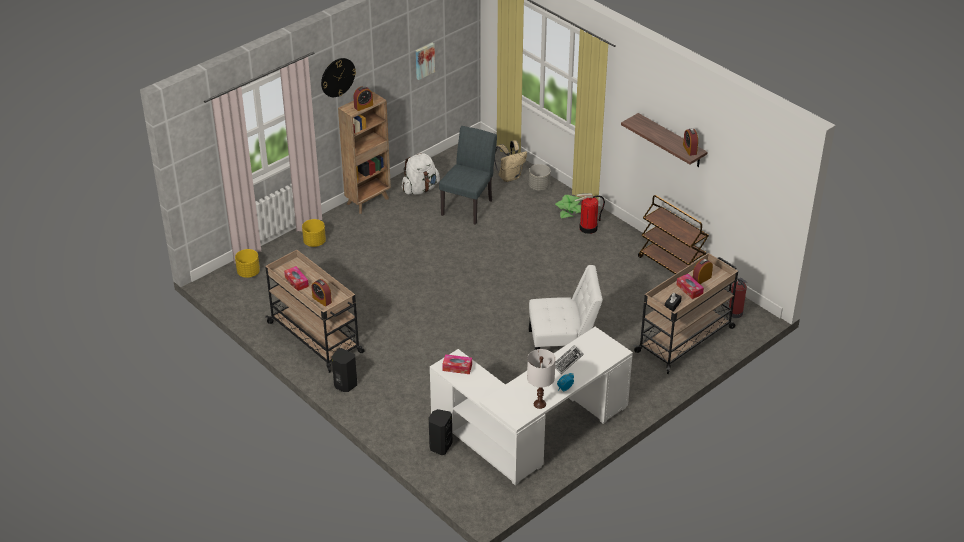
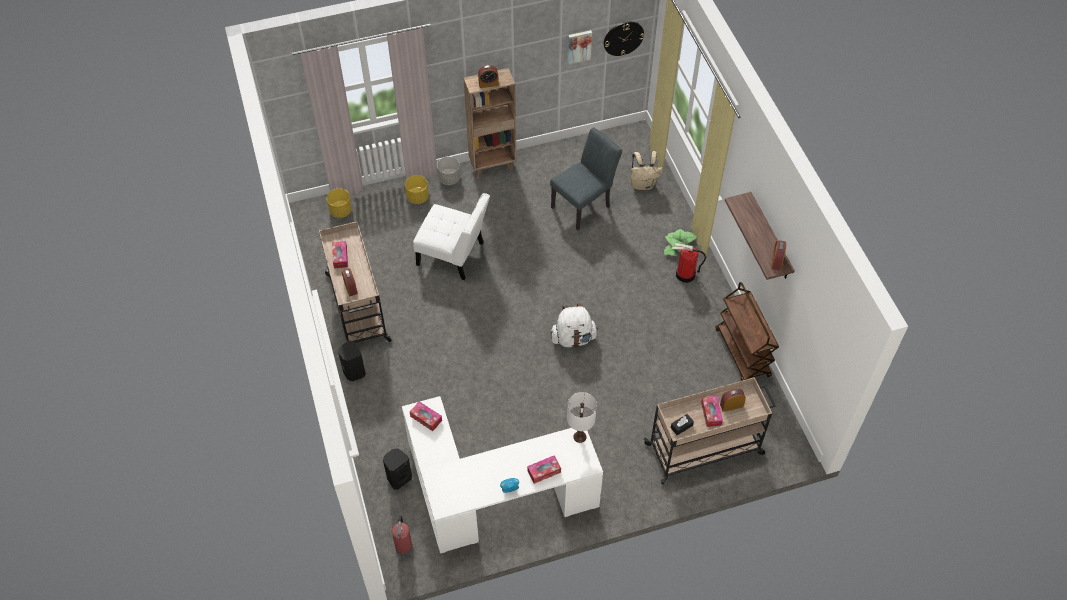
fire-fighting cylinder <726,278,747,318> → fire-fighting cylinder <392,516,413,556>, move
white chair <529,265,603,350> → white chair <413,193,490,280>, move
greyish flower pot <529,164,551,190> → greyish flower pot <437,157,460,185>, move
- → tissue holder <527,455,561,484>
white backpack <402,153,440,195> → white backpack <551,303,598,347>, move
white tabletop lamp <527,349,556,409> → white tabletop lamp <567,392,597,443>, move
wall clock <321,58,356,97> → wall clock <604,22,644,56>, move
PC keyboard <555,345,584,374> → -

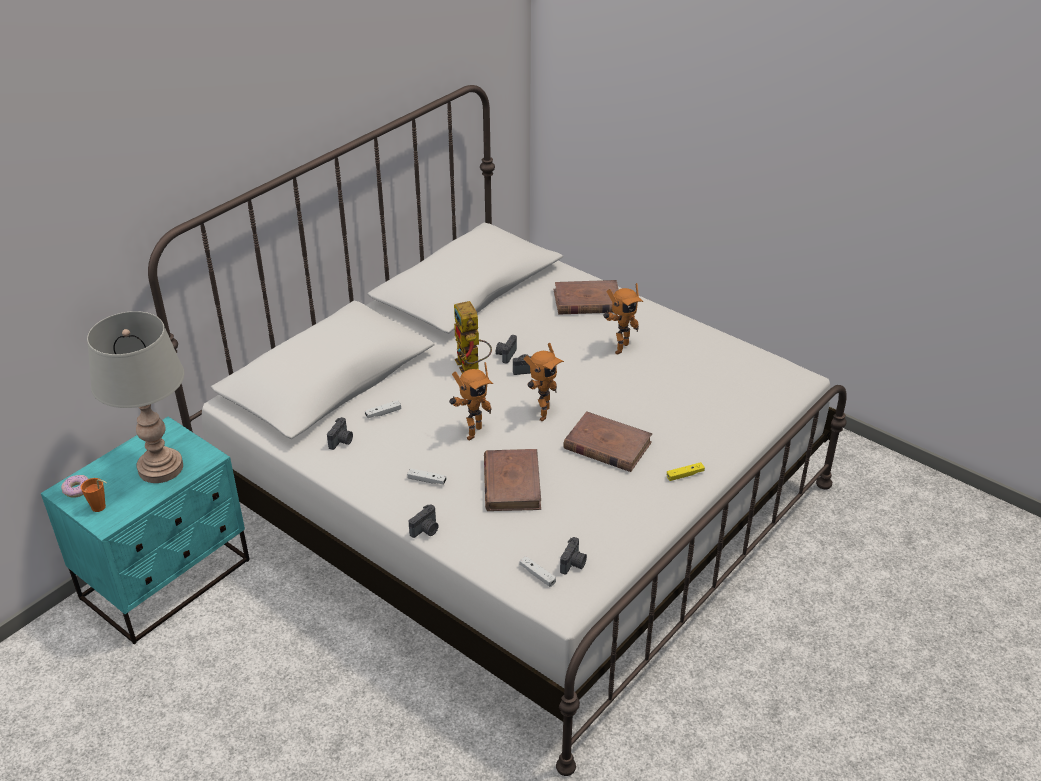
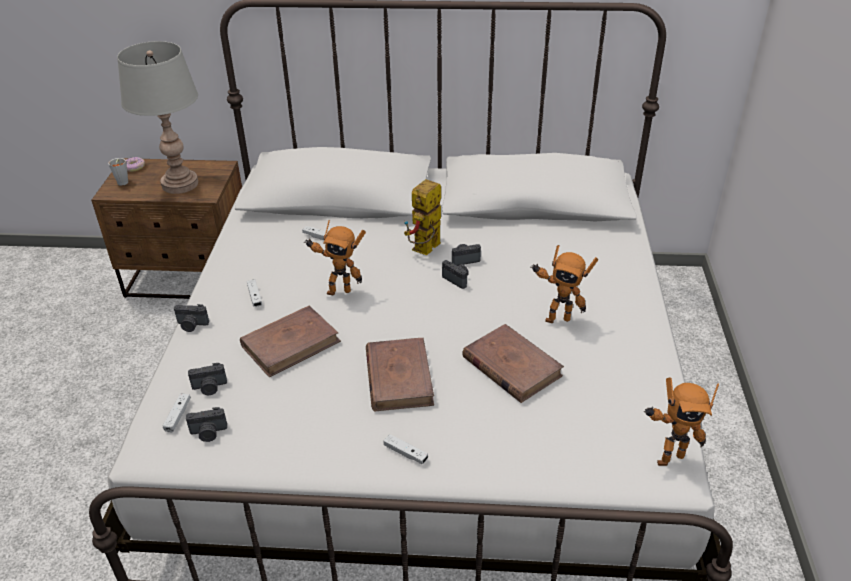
turquoise-coloured night table <41,416,249,644> → brown night table <91,158,242,299>
orange drinking cup <81,478,107,512> → greyish drinking cup <108,158,128,186>
still camera <327,417,353,450> → still camera <188,363,227,395>, move
yellowish game controller <667,462,705,481> → white game controller <384,434,428,464>
brown volume <553,280,619,315> → brown volume <462,324,564,403>, move
model robot <524,343,564,422> → model robot <644,377,719,466>, move

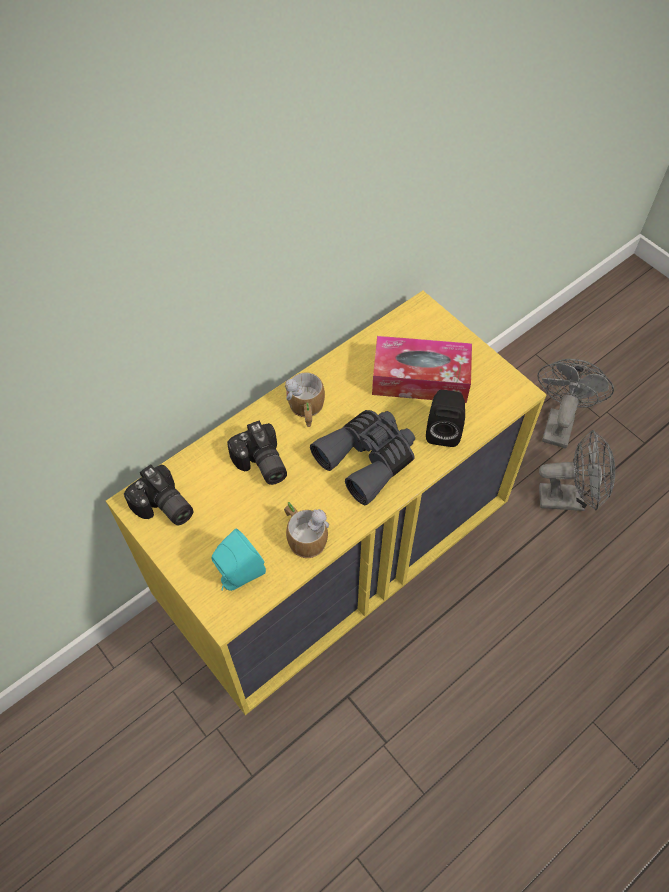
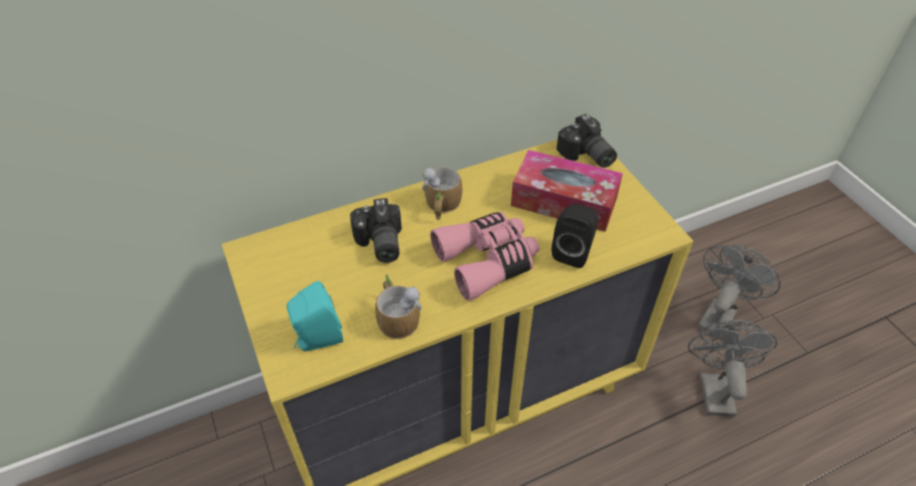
greyish field glasses <310,410,415,505> → pink-coloured field glasses <430,212,540,301>
still camera <124,464,194,525> → still camera <556,114,617,168>, move
greyish fan <539,430,615,511> → greyish fan <688,320,777,417>, 105 degrees counterclockwise

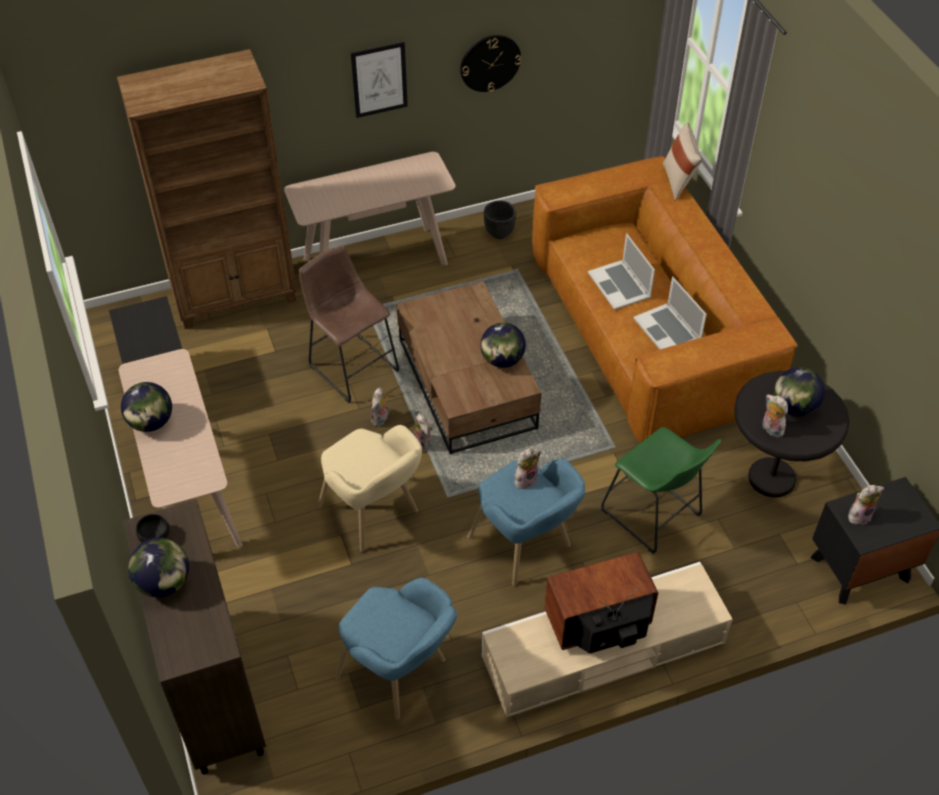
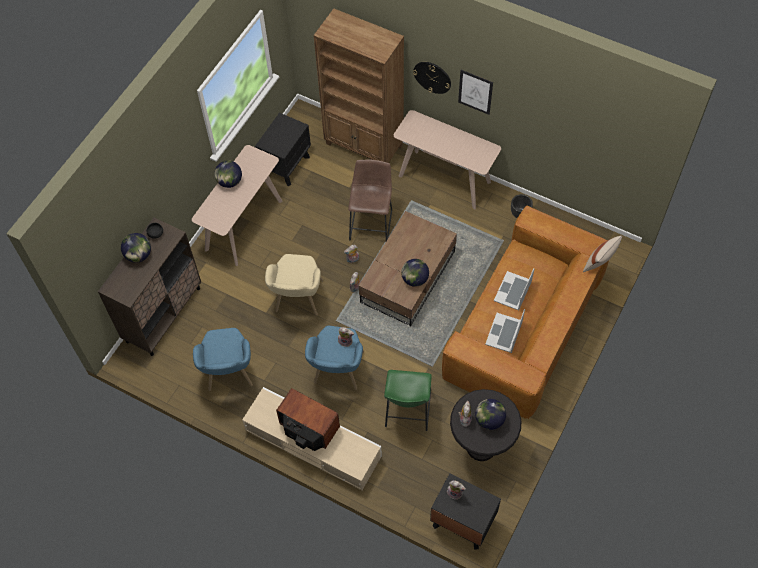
wall clock <460,35,521,92> → wall clock <413,62,451,94>, move

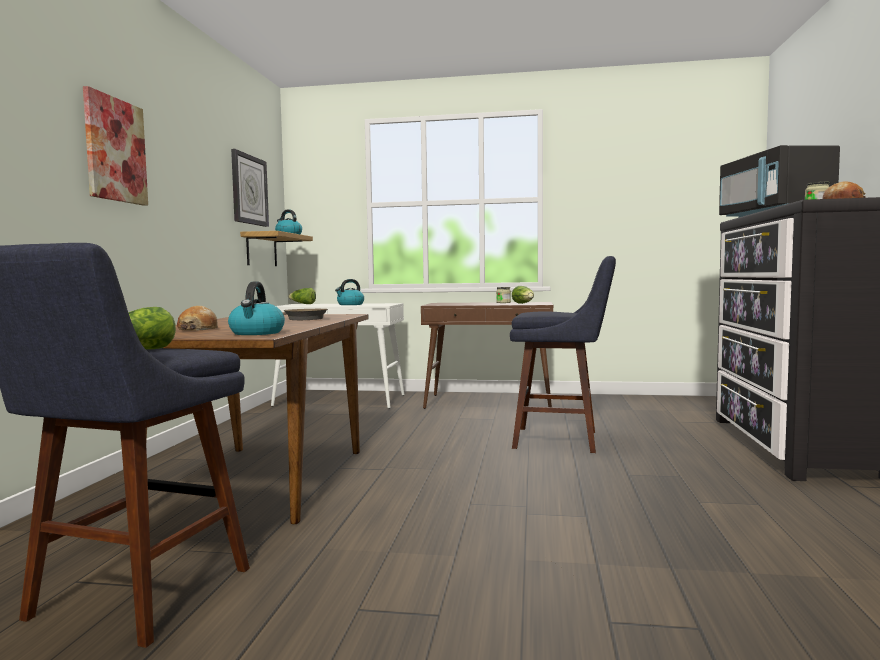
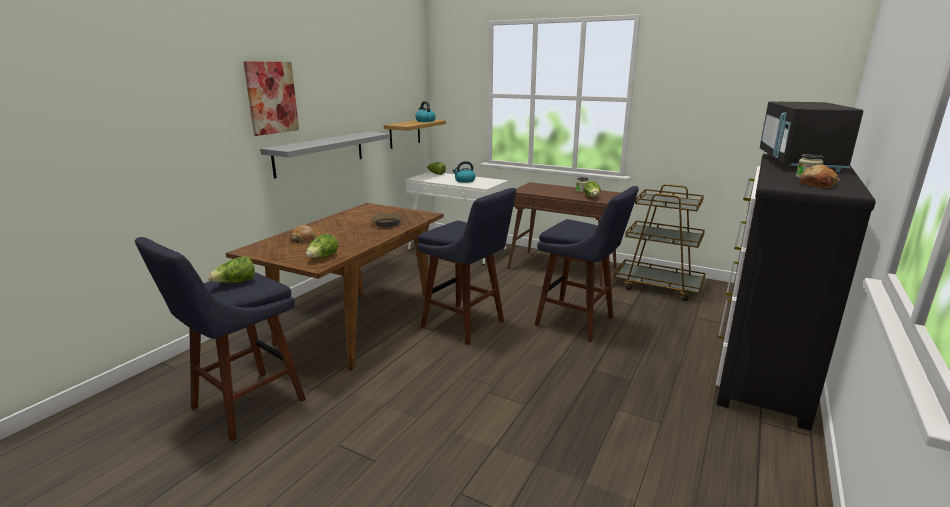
- → greyish bracket shelf <260,132,390,178>
water kettle <228,281,285,335> → head of lettuce <306,233,338,258>
- → blue sitting stool <417,188,516,345>
- → brown cart <614,184,706,301>
wall clock <231,149,269,227> → -

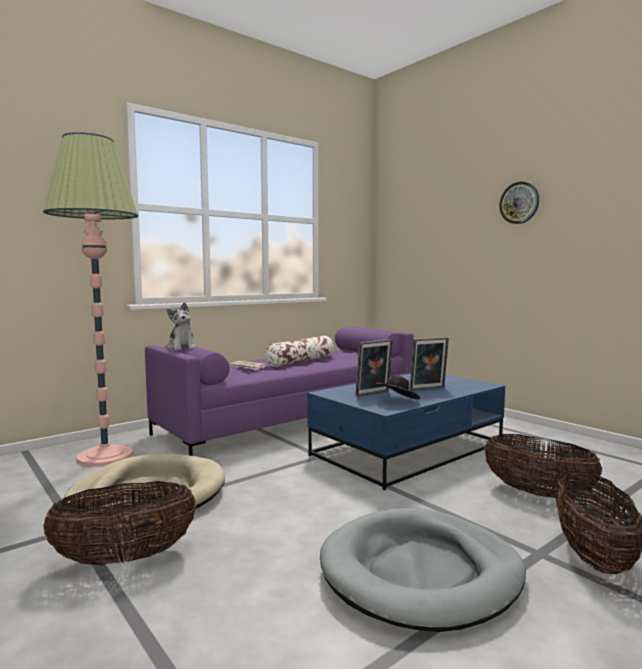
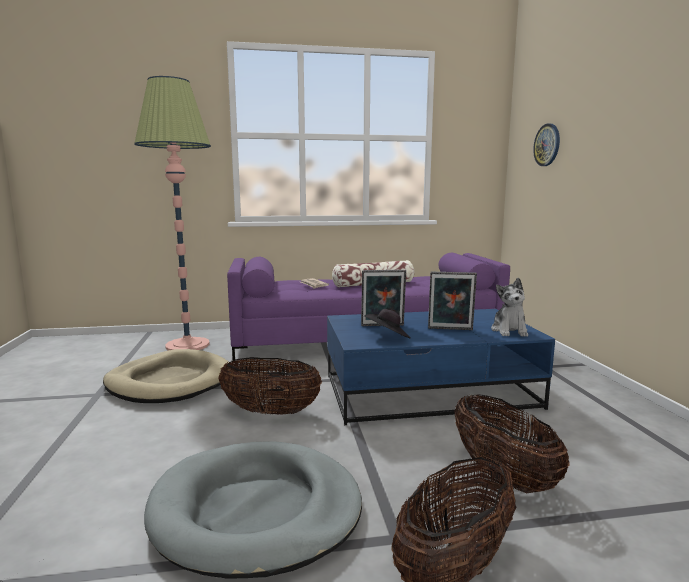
household basket <43,481,196,565> → household basket <218,357,322,415>, move
soft toy <167,302,197,350> → soft toy <491,278,528,337>, move
wall clock <499,182,539,224> → wall clock <533,123,560,166>, move

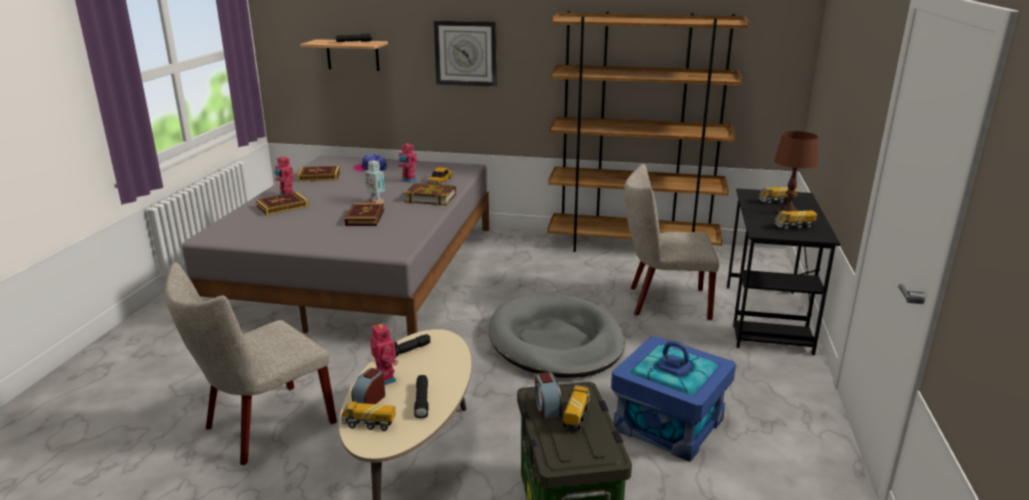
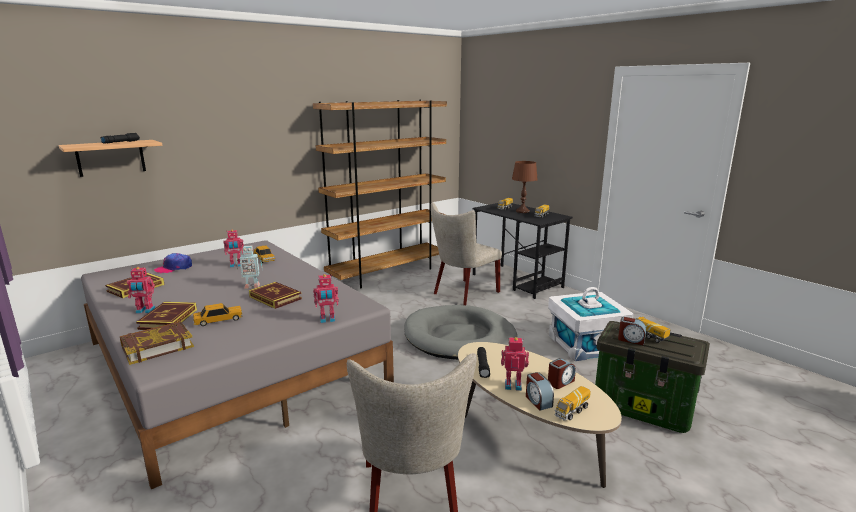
volume <403,183,456,205> → volume <120,321,194,365>, move
- → toy car <193,303,242,326>
- → model robot <313,274,339,323>
blue storage box <611,336,736,462> → white storage box <548,287,634,361>
black hand torch <414,375,428,418> → alarm clock <548,358,576,389>
wall clock <434,20,497,87> → -

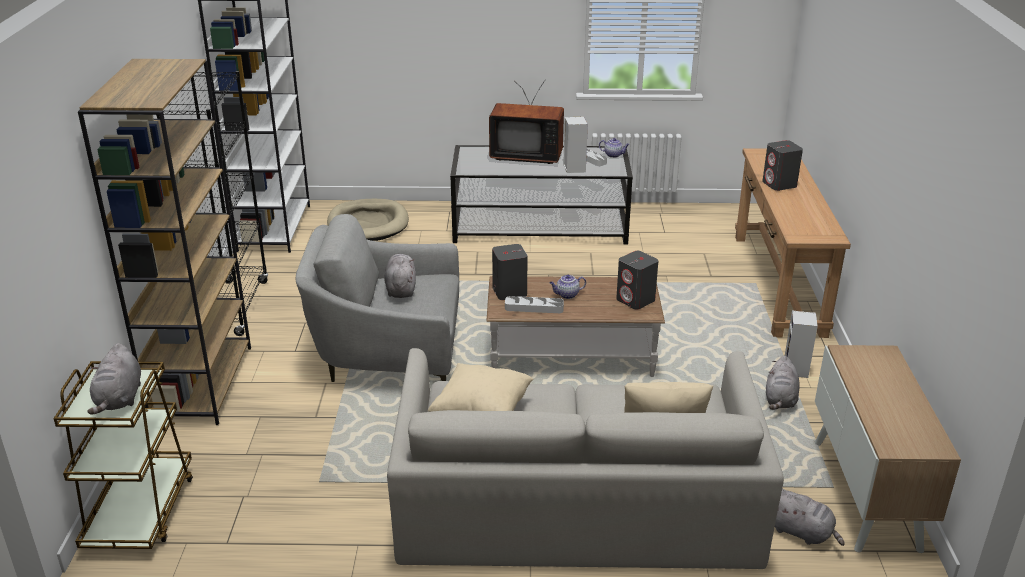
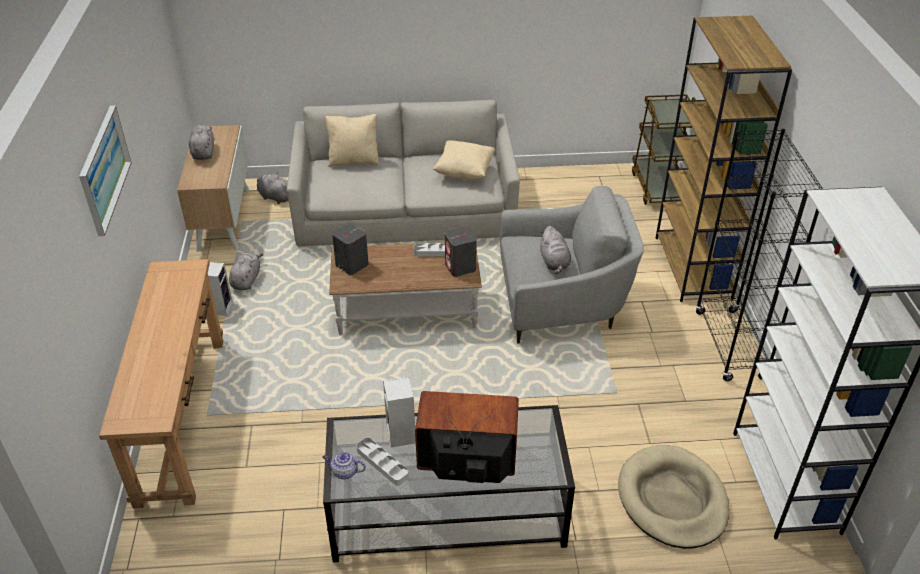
- → wall picture <79,106,131,236>
greyish soft toy <87,343,141,415> → greyish soft toy <189,125,214,160>, move
teapot <550,275,586,299> → -
greyish speaker <762,140,803,191> → -

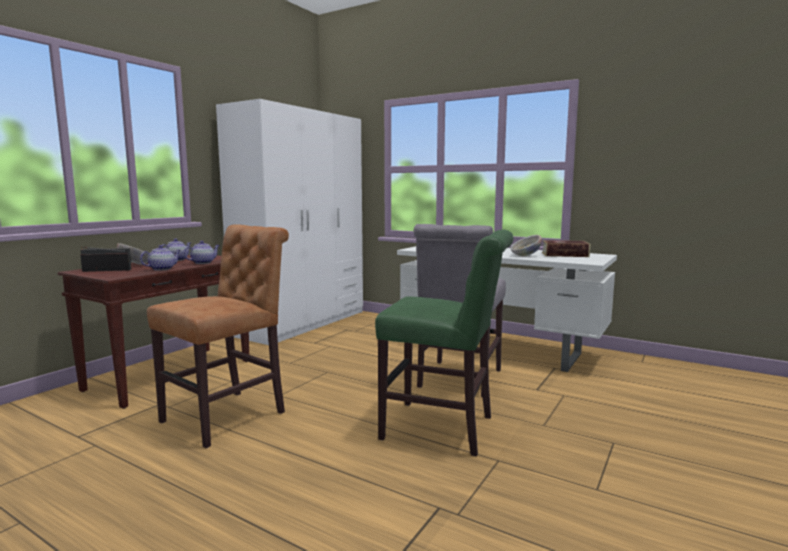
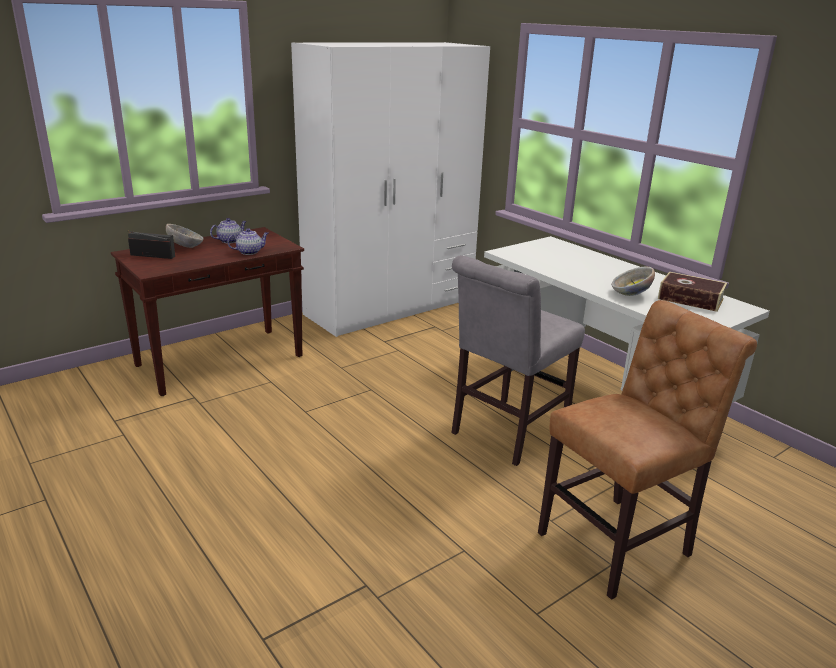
brown chair <147,224,289,448> → brown chair <538,300,757,600>, move
teapot <140,245,180,271> → -
green chair <375,230,513,456> → -

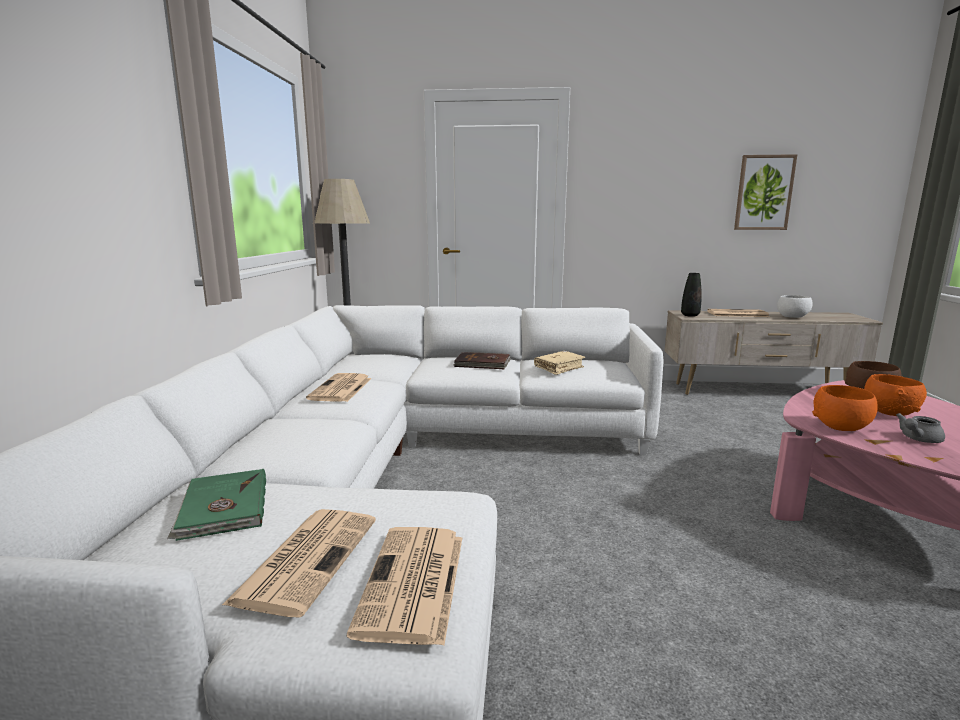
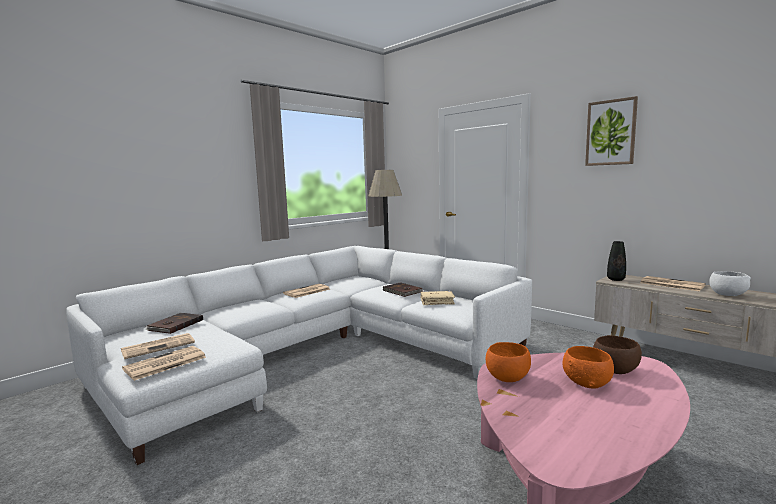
green volume <167,469,266,541> → brown volume <145,313,203,334>
wall picture <734,154,797,230> → wall picture <585,96,638,166>, move
greyish teapot <896,413,945,443> → -

